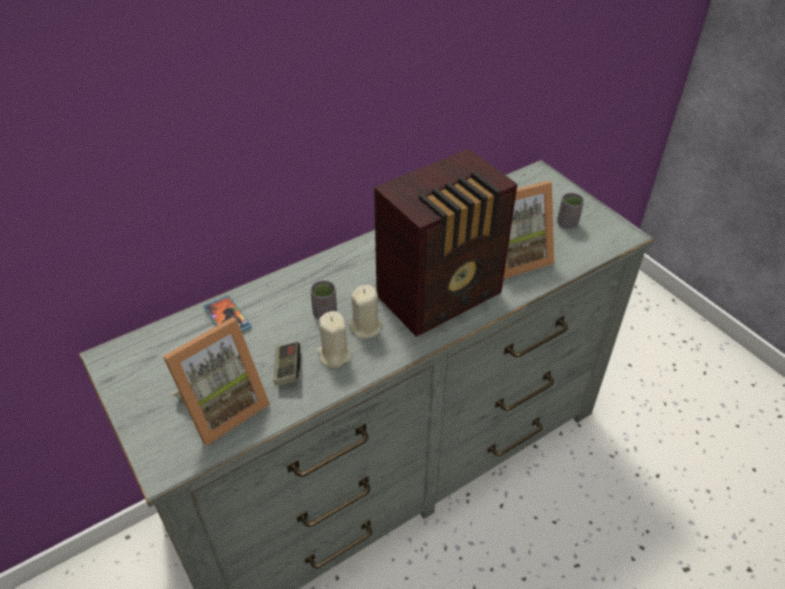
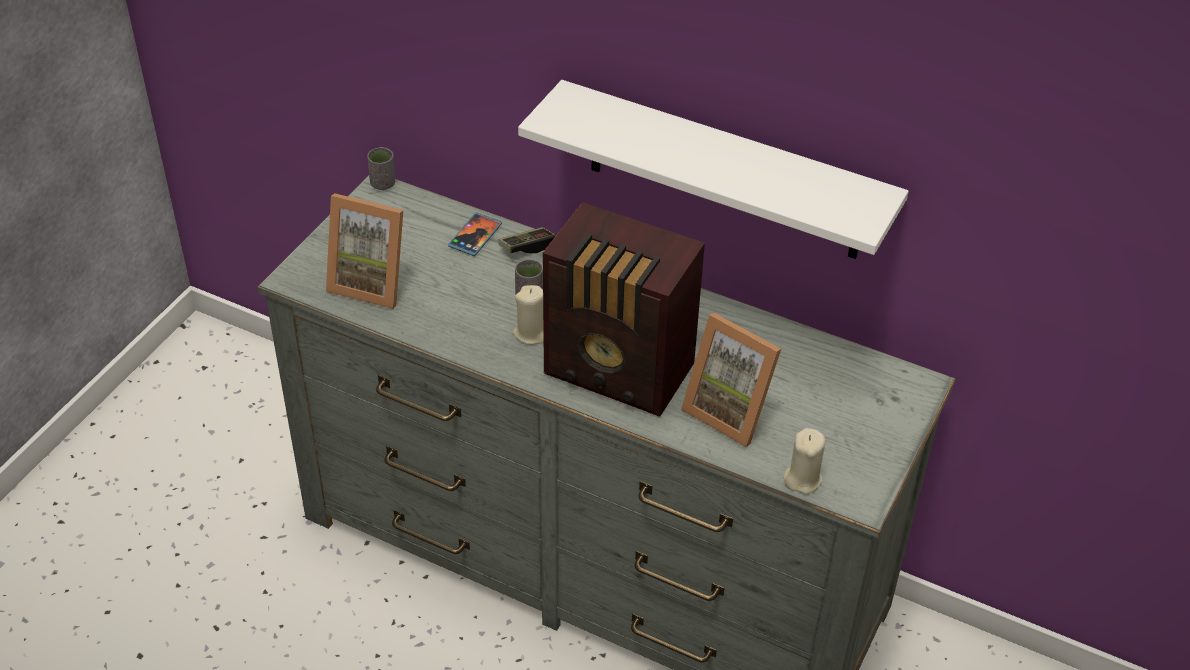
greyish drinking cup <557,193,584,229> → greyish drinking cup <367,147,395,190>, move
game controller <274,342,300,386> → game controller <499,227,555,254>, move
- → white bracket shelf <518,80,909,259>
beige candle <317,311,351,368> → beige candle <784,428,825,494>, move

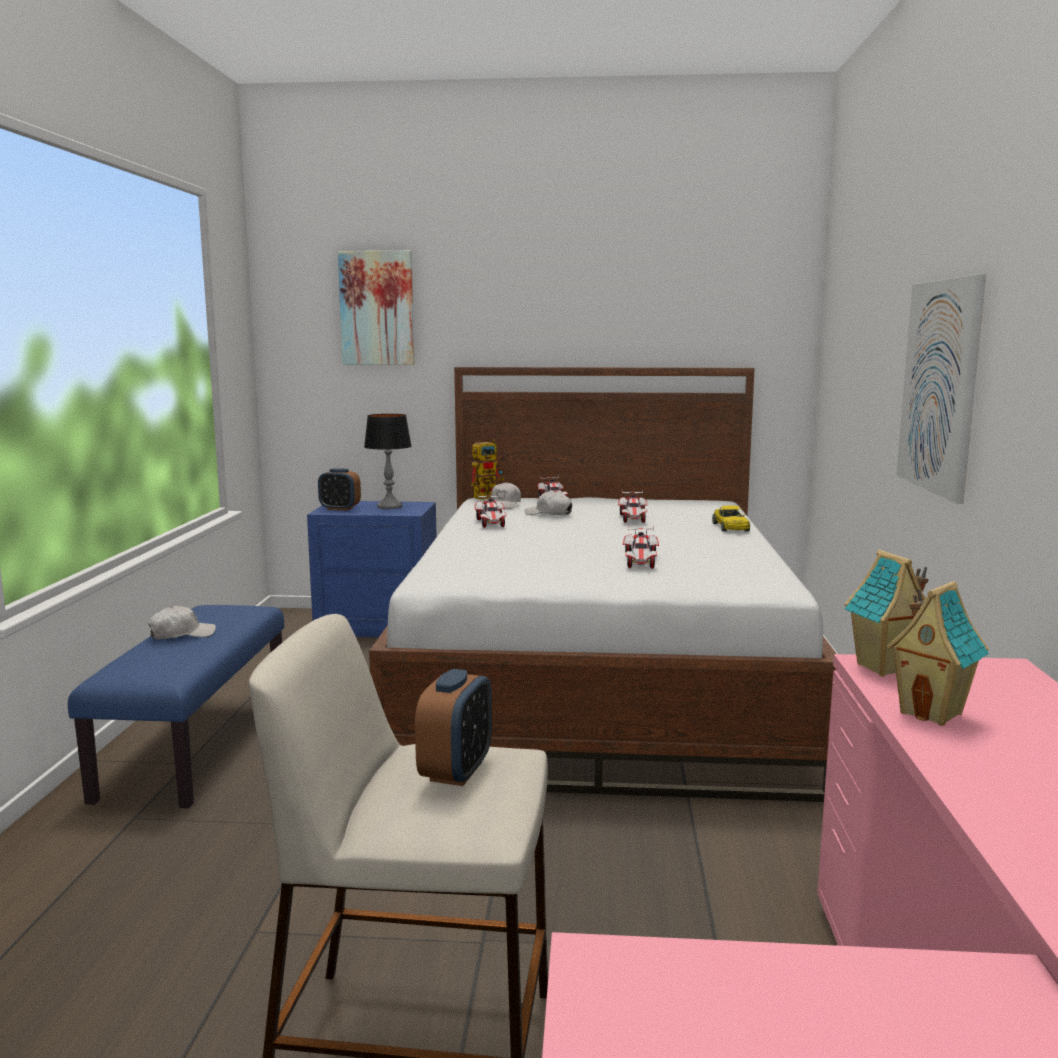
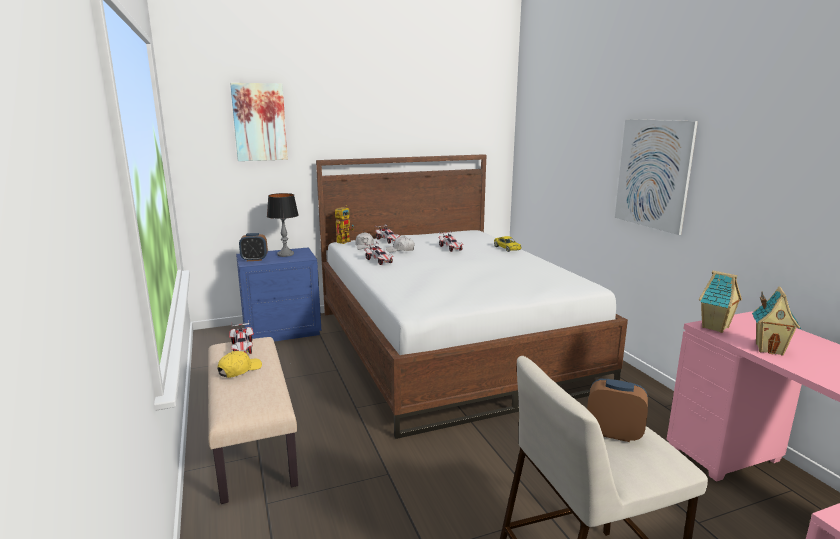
blue long seat <68,605,284,808> → beige long seat <208,337,298,504>
white baseball cap <148,606,216,639> → yellowish baseball cap <217,351,262,378>
toy car <623,524,659,569> → toy car <229,320,254,354>, move
alarm clock <415,669,492,786> → alarm clock <587,379,648,442>, 60 degrees counterclockwise

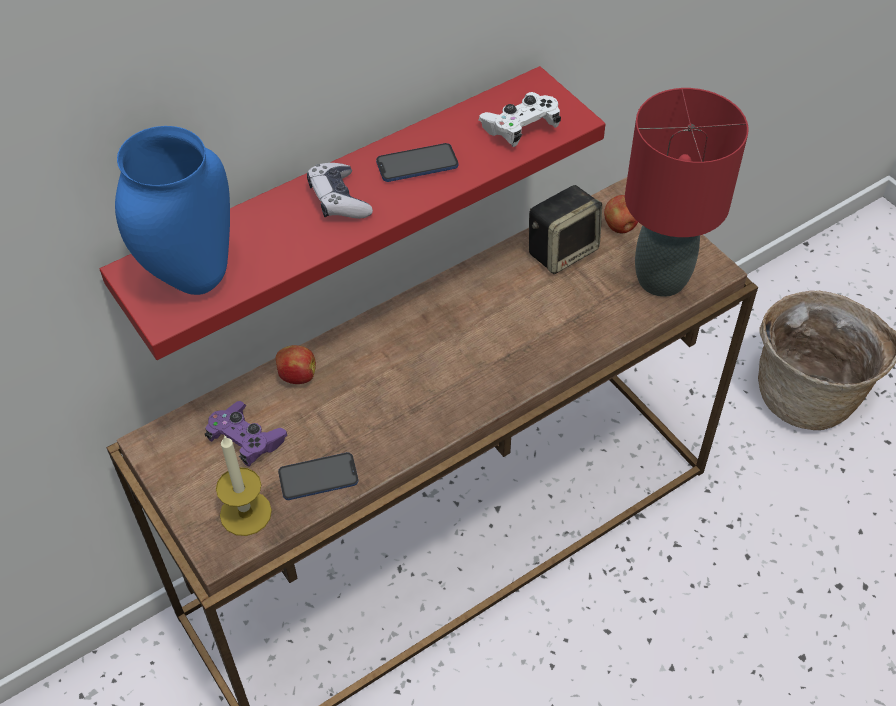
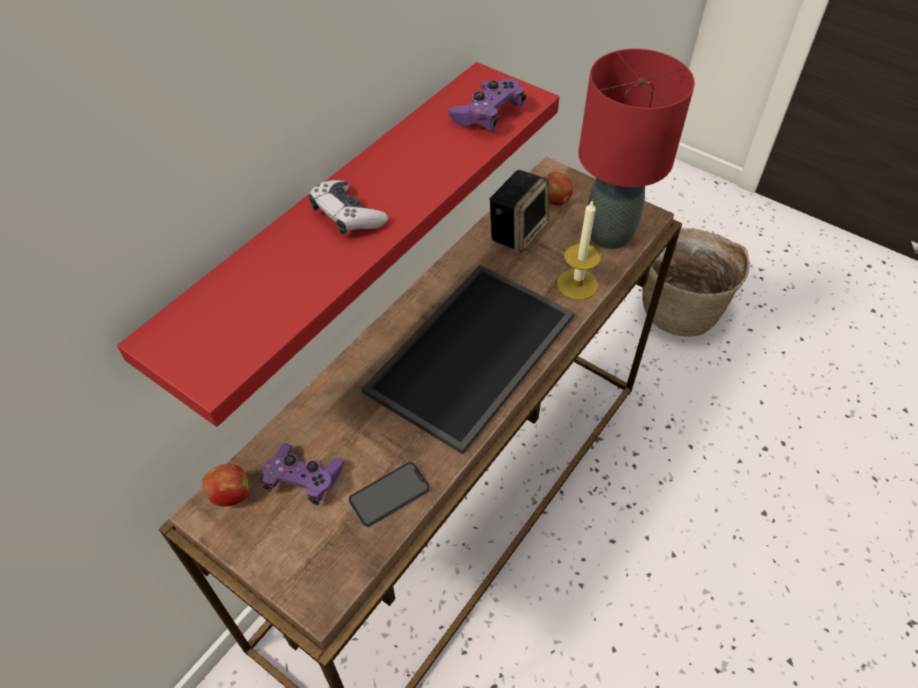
apple fruit <276,345,316,384> → apple fruit <202,464,249,506>, move
- → carrying tray <362,265,575,454>
white game controller <478,92,561,147> → purple-coloured game controller <448,79,526,131>
candle <216,435,272,536> → candle <557,199,601,300>, move
blue vase <115,126,230,295> → -
phone <376,143,458,182> → -

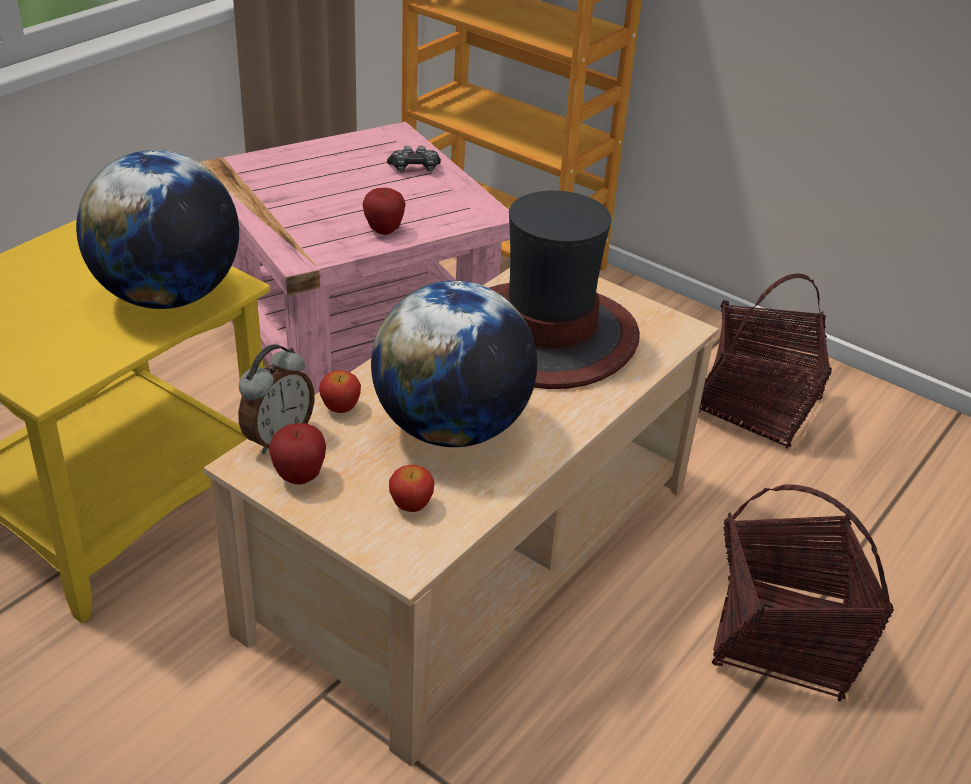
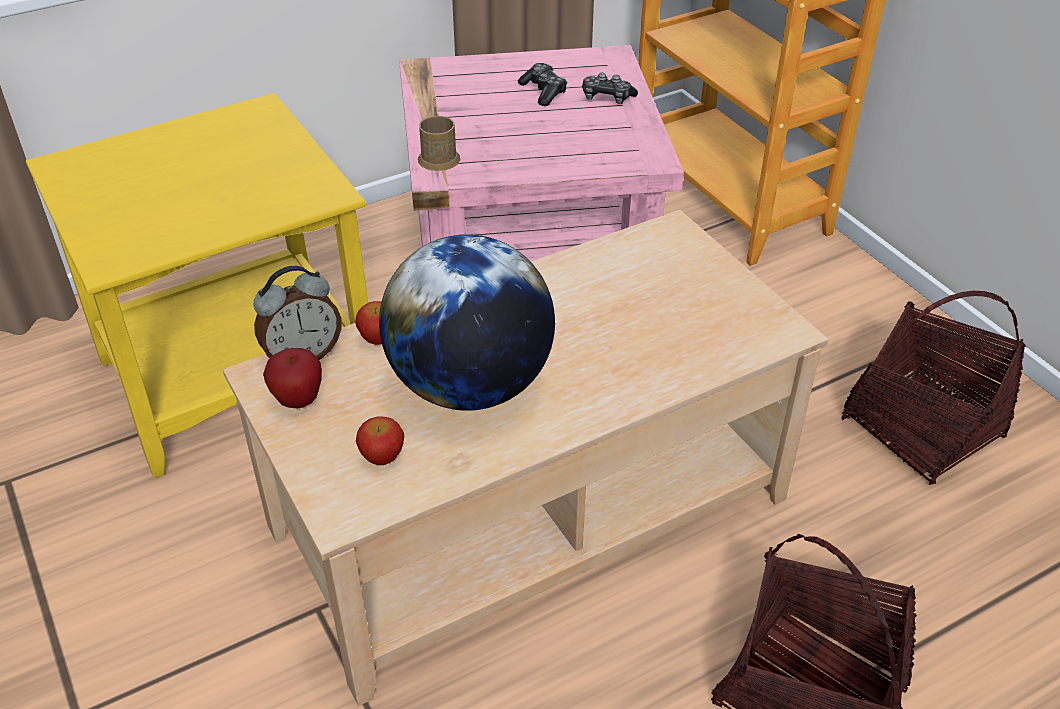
- → brown coffee mug <418,97,460,171>
- → game controller <518,63,567,106>
world globe <76,150,239,309> → -
apple fruit <363,188,406,235> → -
clothing hat <489,191,640,389> → -

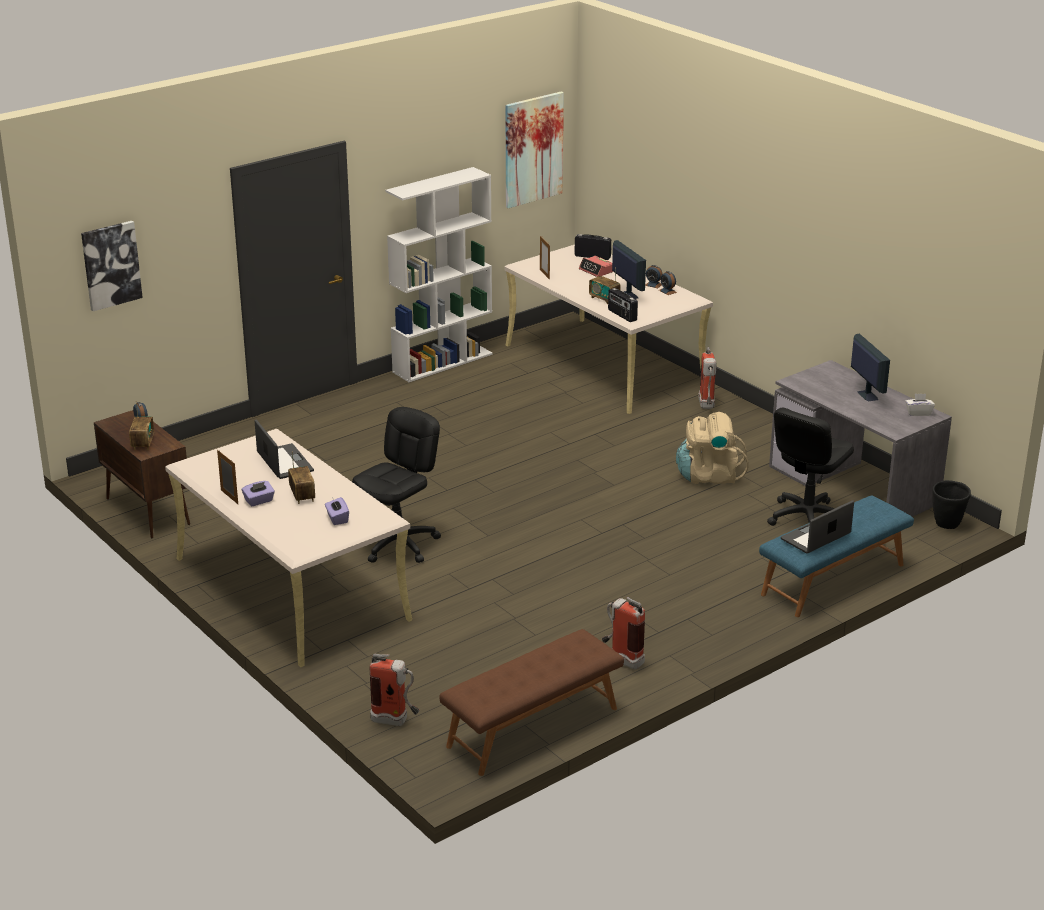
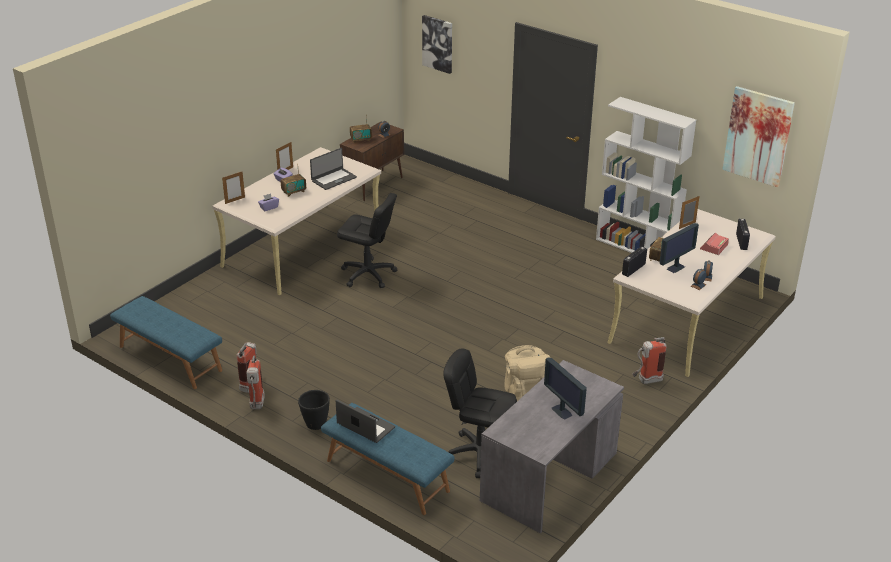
brown long seat <439,629,624,776> → blue long seat <110,296,222,389>
- → picture frame <222,172,245,204>
fire-fighting cylinder <370,654,420,726> → fire-fighting cylinder <247,356,265,409>, move
black flower pot <932,480,971,529> → black flower pot <298,390,330,430>, move
computer screen <851,334,890,402> → computer screen <544,357,587,420>, 90 degrees clockwise
white tissue holder <905,394,935,416> → -

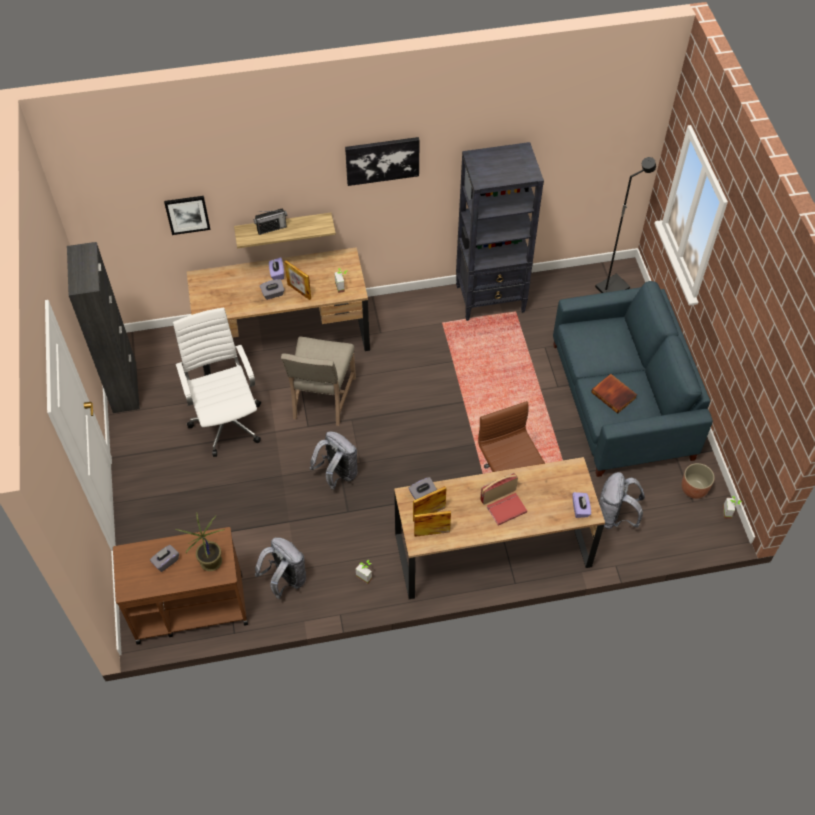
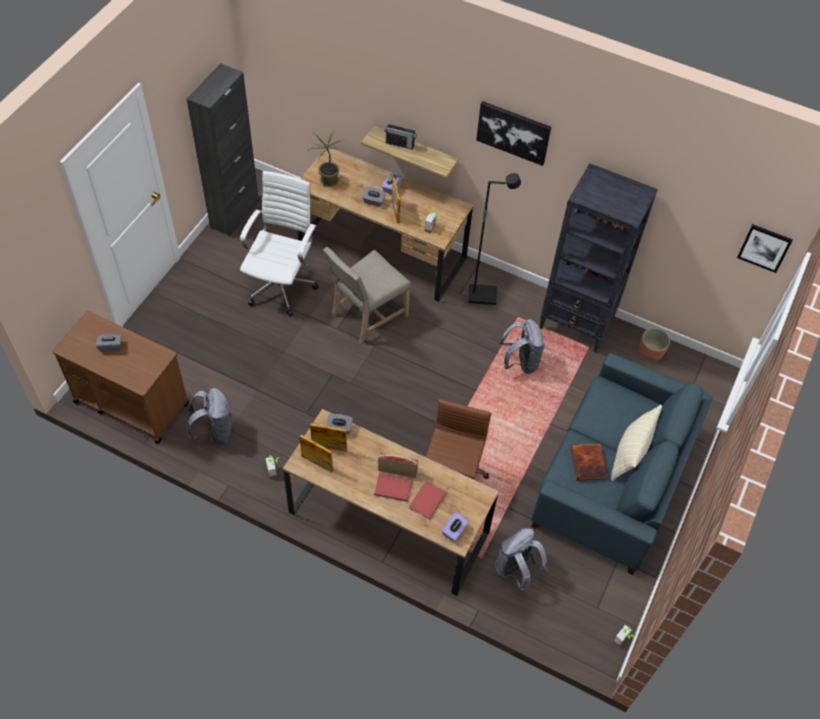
plant in a pot <176,512,225,571> → plant in a pot <308,130,344,187>, move
- → reddish volume <409,481,447,520>
black standing lamp <595,157,656,293> → black standing lamp <468,173,521,305>, move
greyish backpack <309,431,358,490> → greyish backpack <499,319,545,374>, move
- → beige pillow <611,405,662,481>
flower pot <682,463,715,499> → flower pot <639,328,670,362>, move
wall picture <164,196,211,235> → wall picture <737,224,793,273>, move

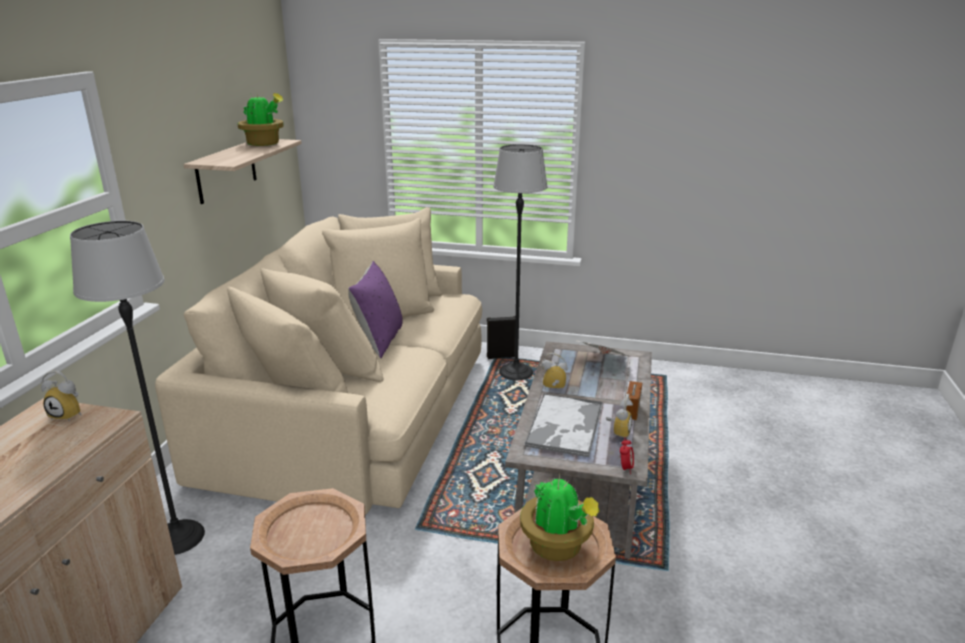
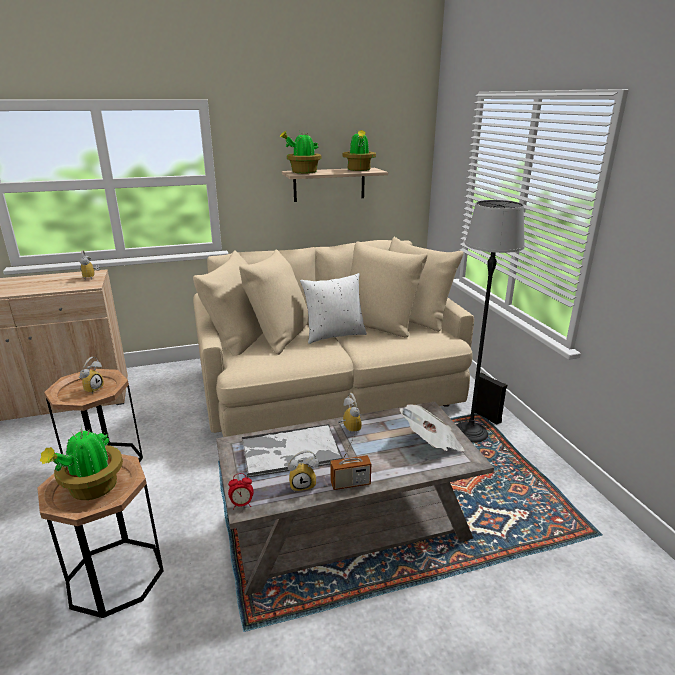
- → alarm clock <78,357,104,394>
- → plant in a pot <280,131,321,174>
purple-coloured pillow <348,261,403,358> → white pillow <300,273,367,344>
standing lamp <70,221,205,555> → -

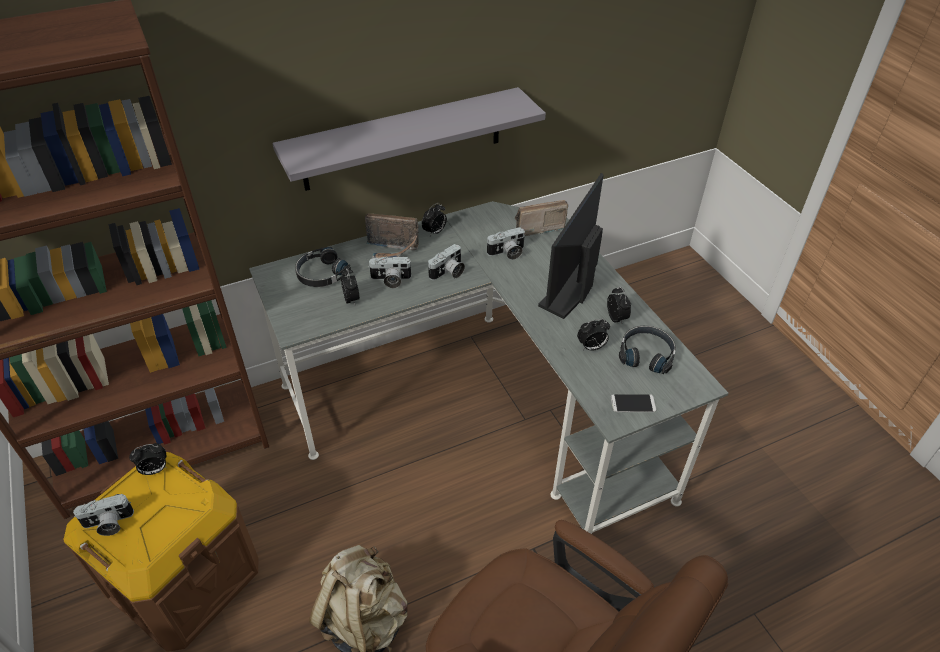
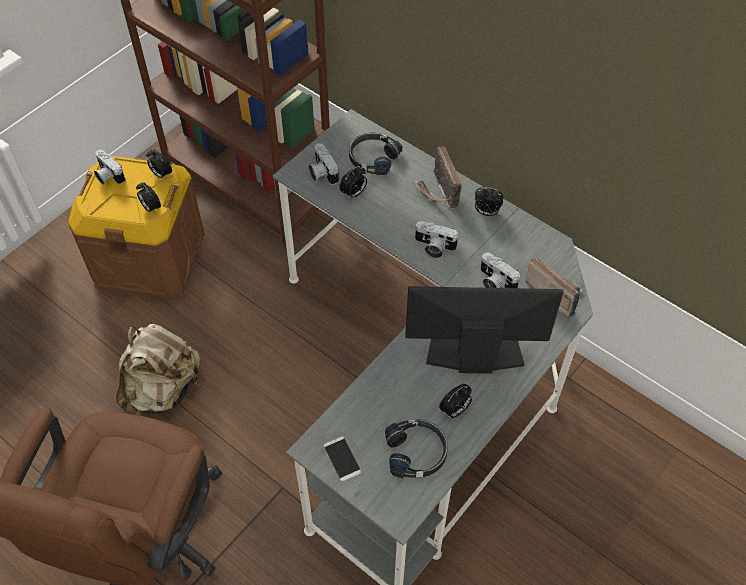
alarm clock <577,319,610,351> → alarm clock <136,183,161,213>, move
still camera <369,256,412,288> → still camera <309,143,339,185>, move
greyish bracket shelf <273,87,546,191> → -

